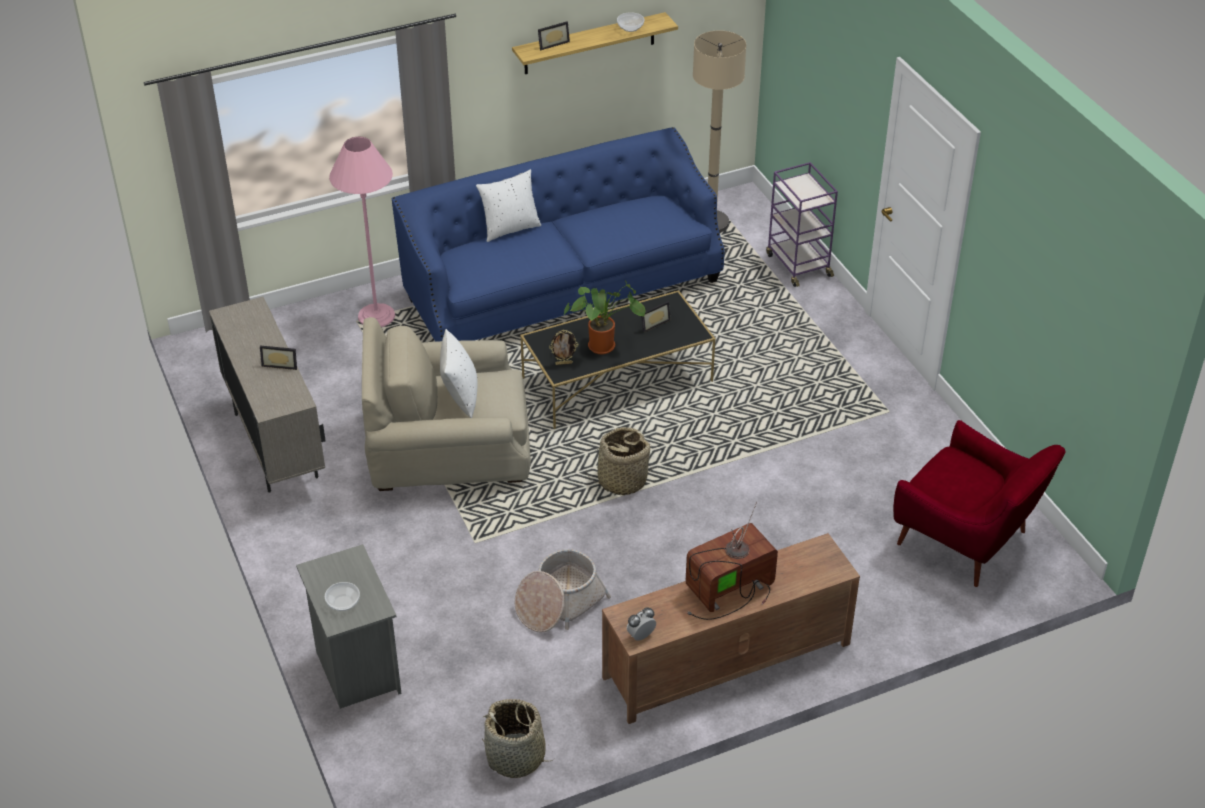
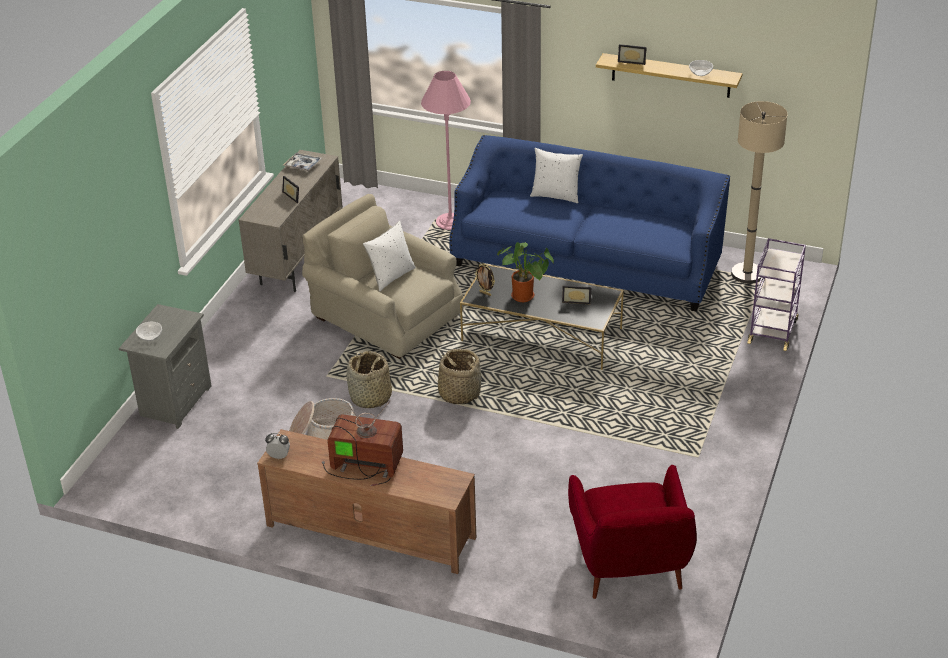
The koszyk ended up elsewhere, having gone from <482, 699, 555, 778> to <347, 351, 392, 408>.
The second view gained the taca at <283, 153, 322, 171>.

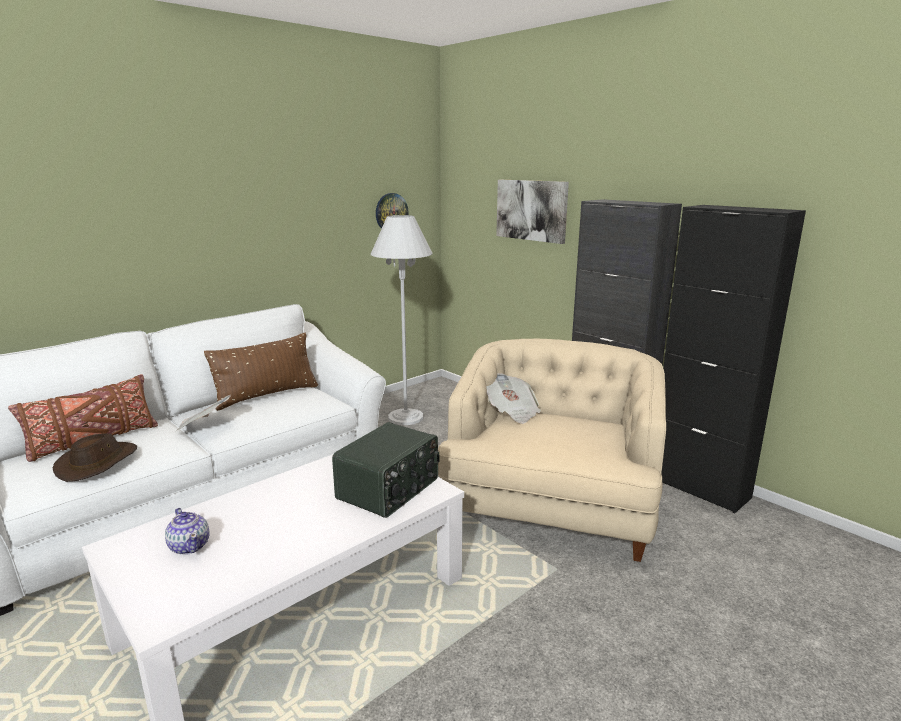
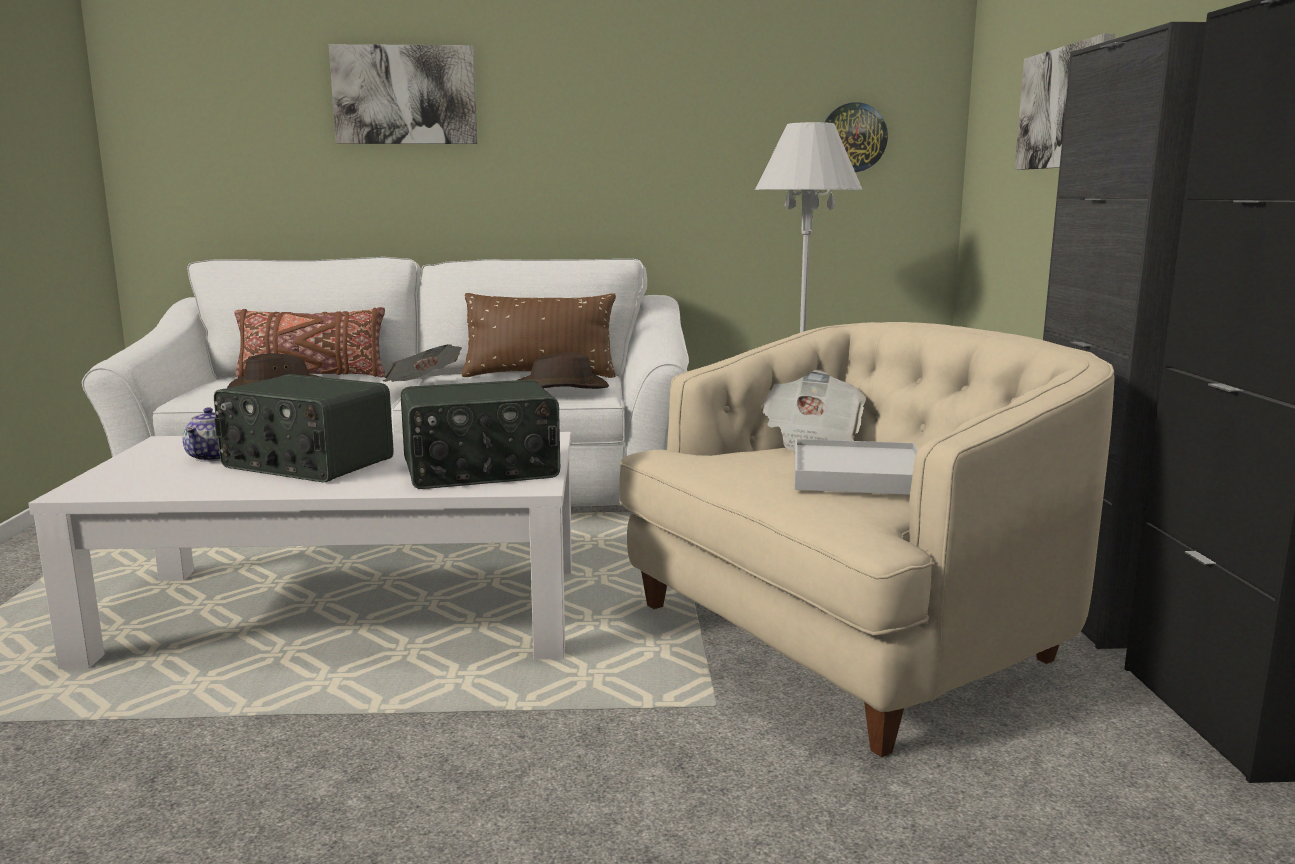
The second view gained the radio at <214, 374, 394, 482>.
The second view gained the obraz at <329, 44, 477, 144>.
The second view gained the kapelusz [brązowy] at <518, 352, 609, 389>.
The second view gained the taca [biały] at <794, 439, 918, 495>.

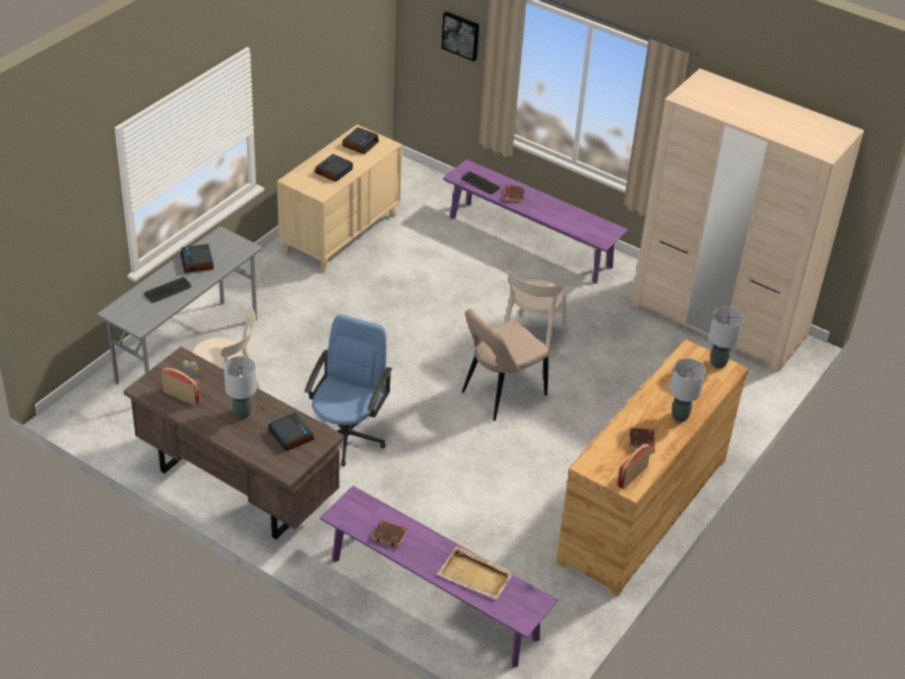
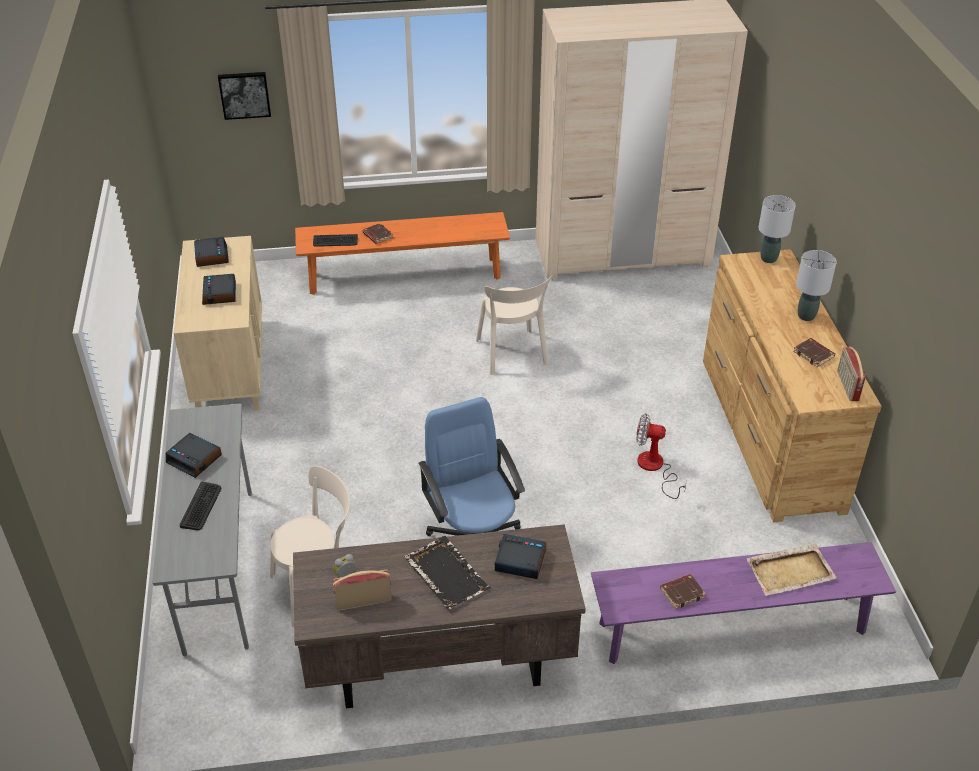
Where the lampa stołowa [szary] stood at <224, 356, 257, 419>, the taca [czarny] came to stand at <404, 536, 491, 610>.
What was the ławka [fioletowy] at <443, 159, 628, 283> turned into the ławka [pomarańczowy] at <295, 212, 510, 295>.
The second view lost the krzesło [beżowy] at <462, 308, 550, 421>.
The second view gained the wentylator at <636, 414, 687, 499>.

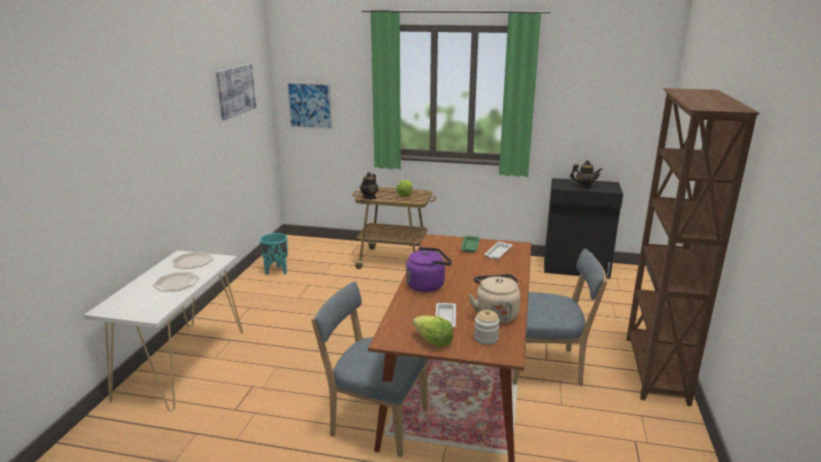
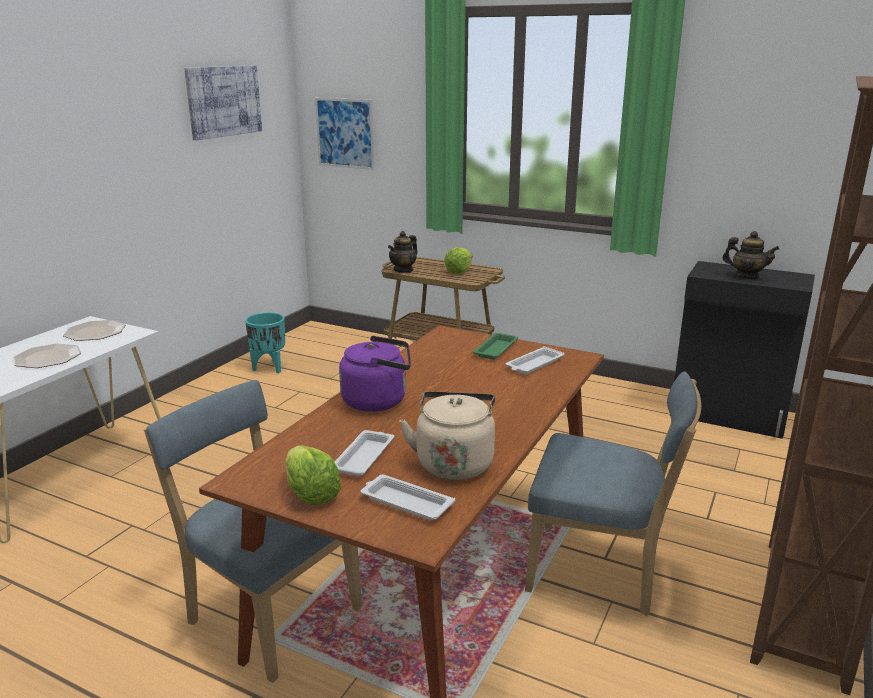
Where the słoik stood at <474, 310, 500, 345>, the taca [biały] came to stand at <360, 475, 455, 520>.

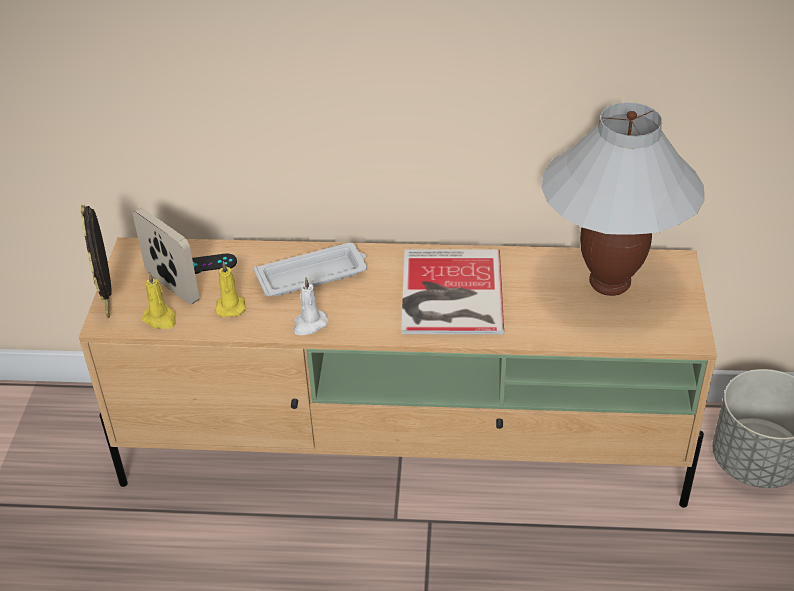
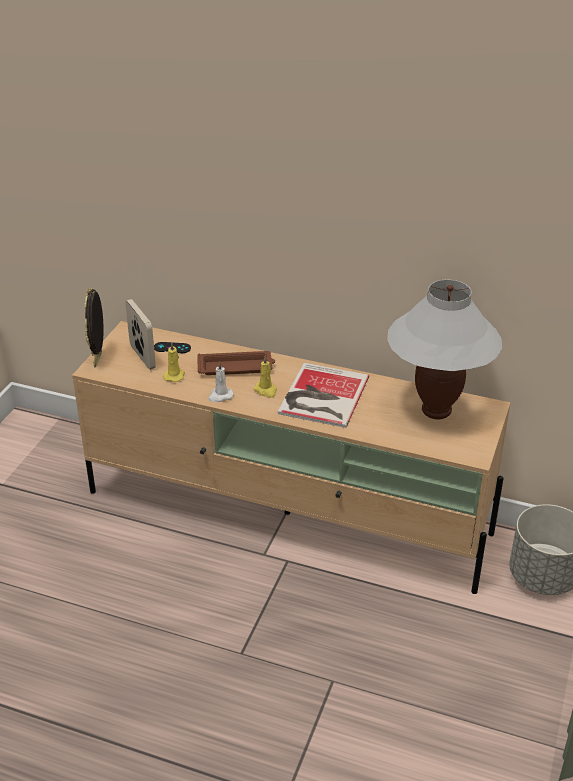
The świeca [żółty] ended up elsewhere, having gone from <142, 272, 176, 329> to <254, 356, 277, 398>.
What was the taca [biały] at <254, 243, 367, 296> turned into the taca [brązowy] at <197, 351, 275, 375>.

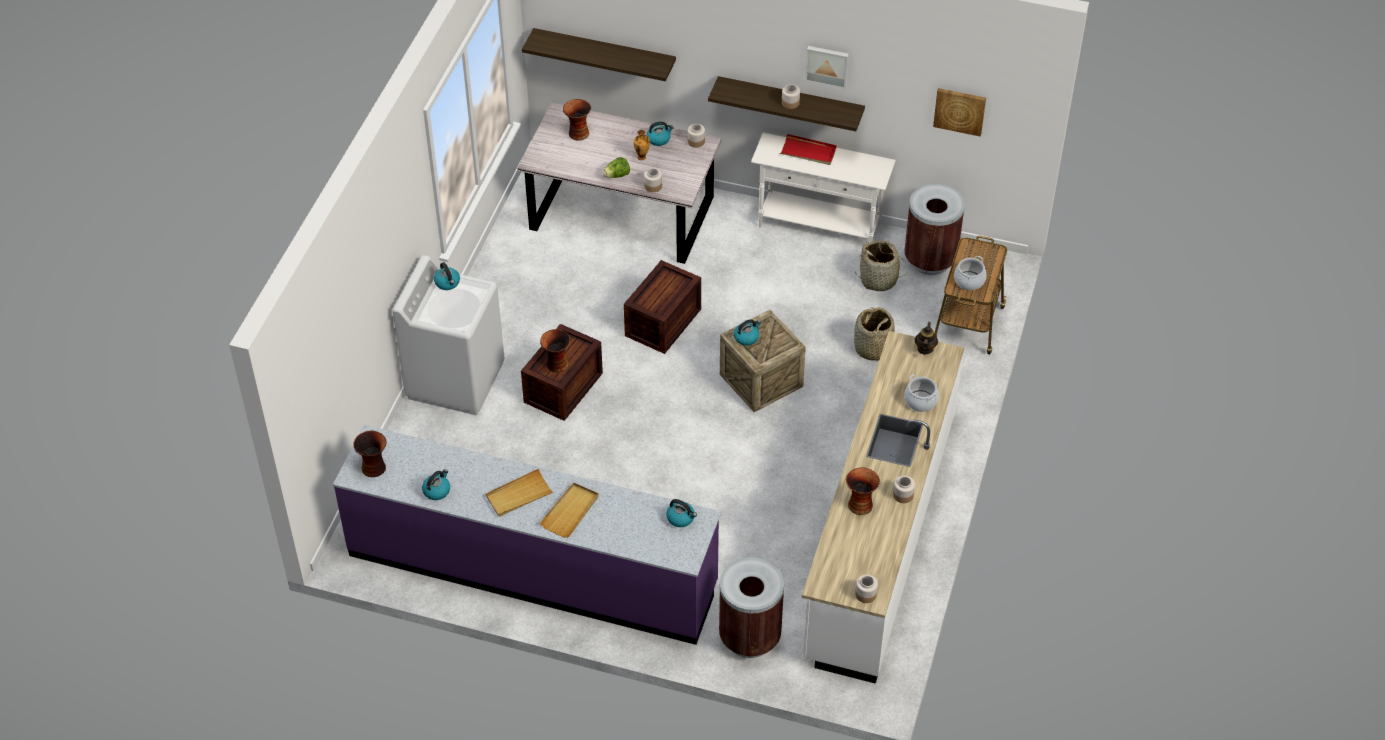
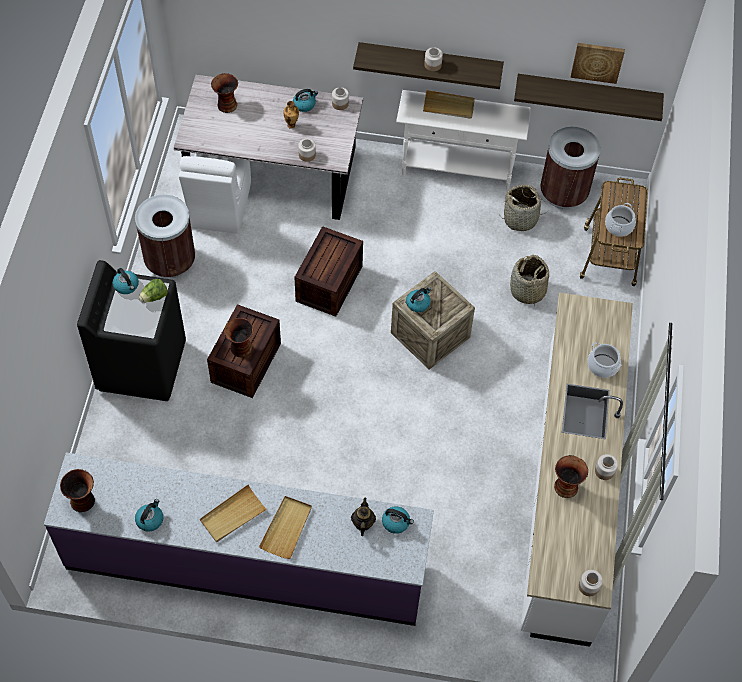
What was the pralka [biały] at <393, 255, 504, 415> turned into the pralka [czarny] at <77, 260, 186, 401>.
The półka ended up elsewhere, having gone from <522, 28, 676, 81> to <514, 74, 664, 121>.
The sałata ended up elsewhere, having gone from <603, 157, 630, 178> to <139, 279, 168, 303>.
The kosz na śmieci [brązowy] ended up elsewhere, having gone from <719, 557, 784, 658> to <135, 195, 195, 279>.
What was the taca [czerwony] at <780, 134, 837, 165> turned into the taca [beżowy] at <423, 90, 475, 119>.
The second view lost the obraz at <805, 46, 849, 89>.
The imbryk ended up elsewhere, having gone from <914, 322, 938, 355> to <351, 498, 376, 536>.
The second view gained the krzesło [biały] at <179, 153, 251, 234>.

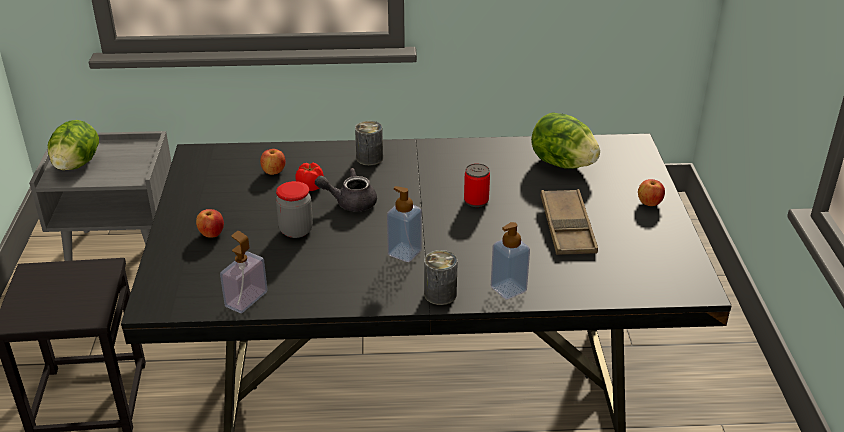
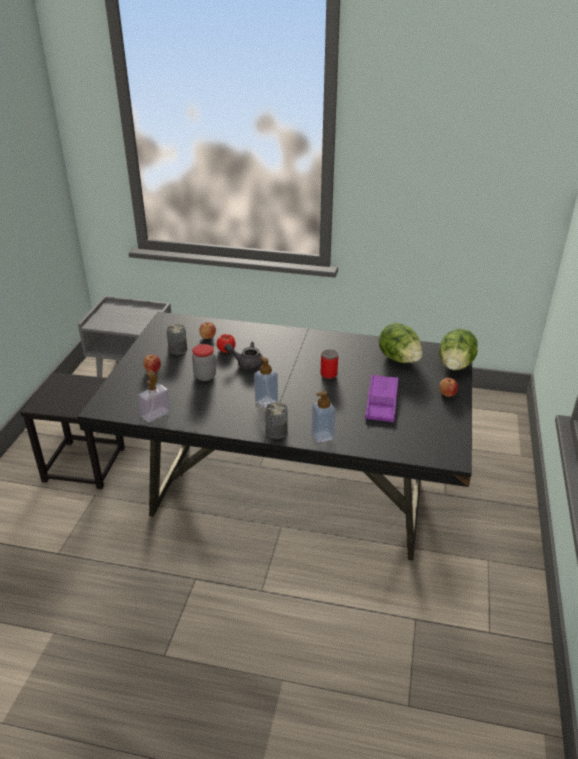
The sałata ended up elsewhere, having gone from <48, 120, 99, 170> to <439, 329, 478, 370>.
The puszka ended up elsewhere, having gone from <355, 121, 383, 166> to <166, 324, 187, 355>.
What was the taca [brązowy] at <541, 189, 598, 255> turned into the taca [fioletowy] at <365, 374, 399, 422>.

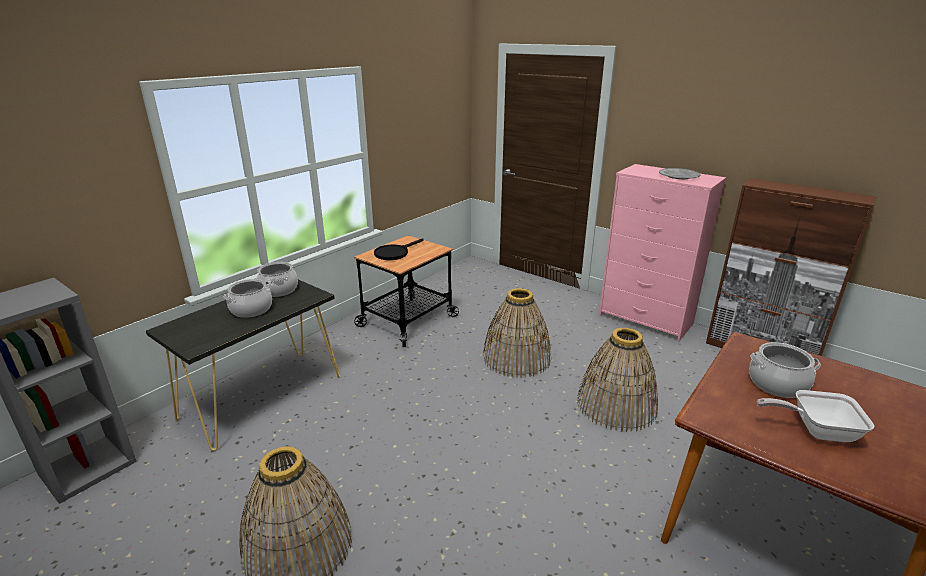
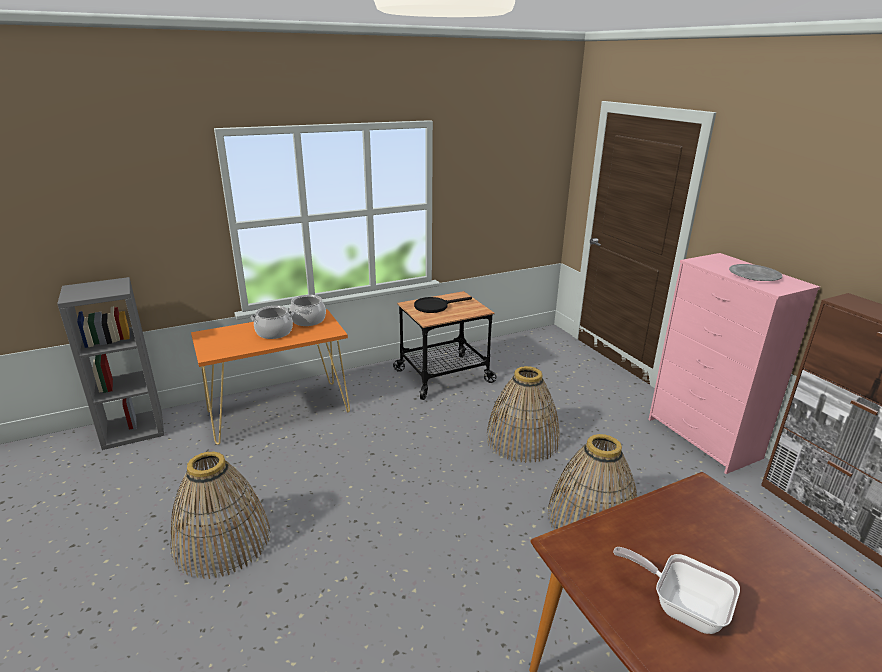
What was the stolik konsolowy [czarny] at <146, 280, 340, 451> turned into the stolik konsolowy [pomarańczowy] at <191, 309, 350, 445>.
The second view lost the garnek at <749, 342, 821, 398>.

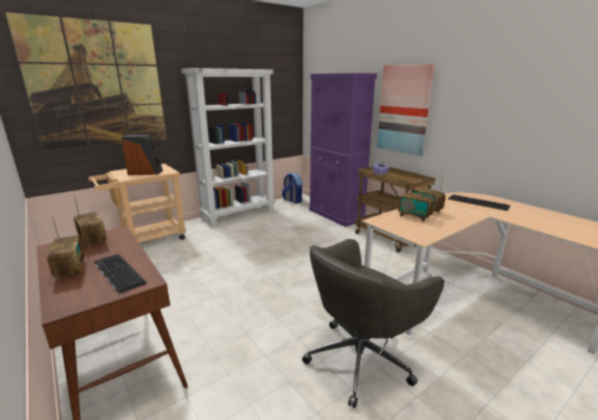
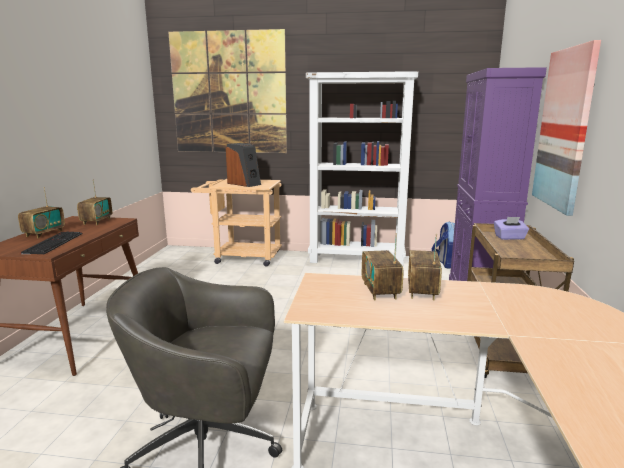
The second view lost the klawiatura at <448, 195, 511, 211>.

